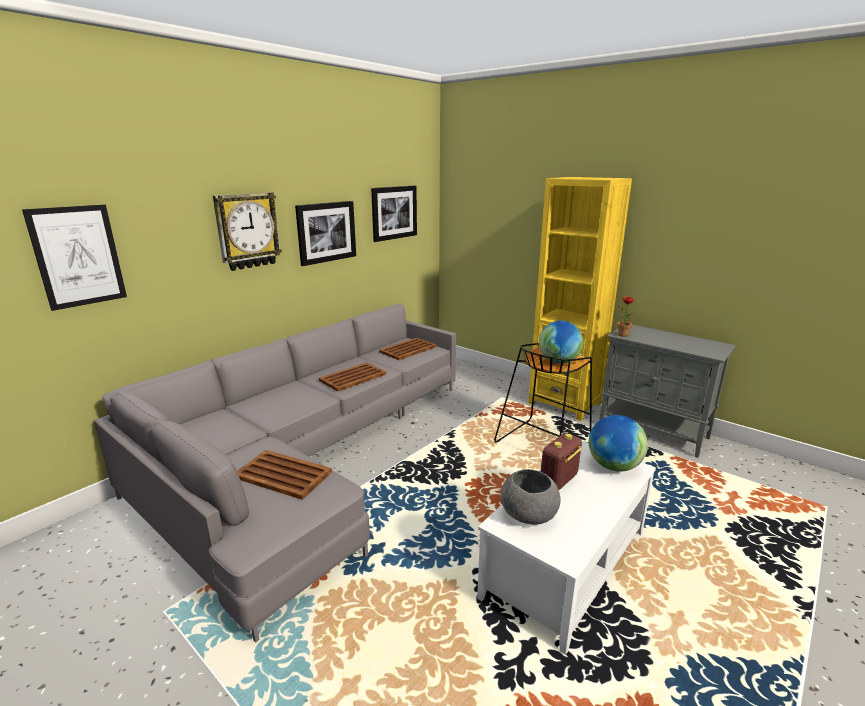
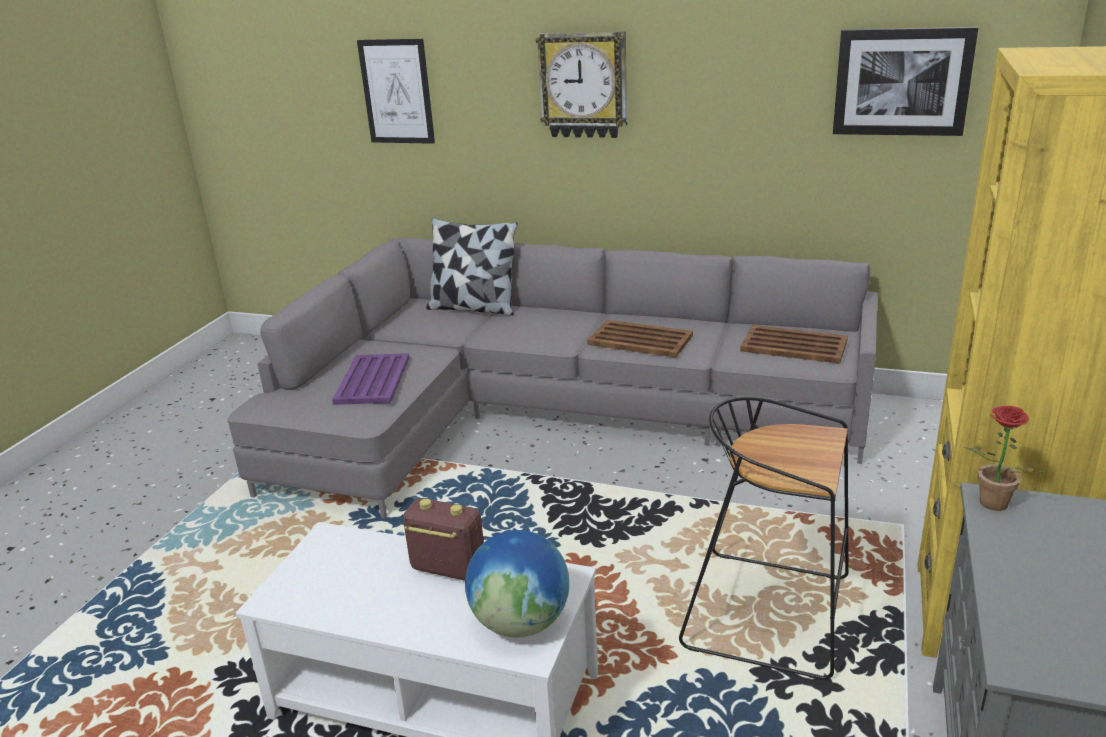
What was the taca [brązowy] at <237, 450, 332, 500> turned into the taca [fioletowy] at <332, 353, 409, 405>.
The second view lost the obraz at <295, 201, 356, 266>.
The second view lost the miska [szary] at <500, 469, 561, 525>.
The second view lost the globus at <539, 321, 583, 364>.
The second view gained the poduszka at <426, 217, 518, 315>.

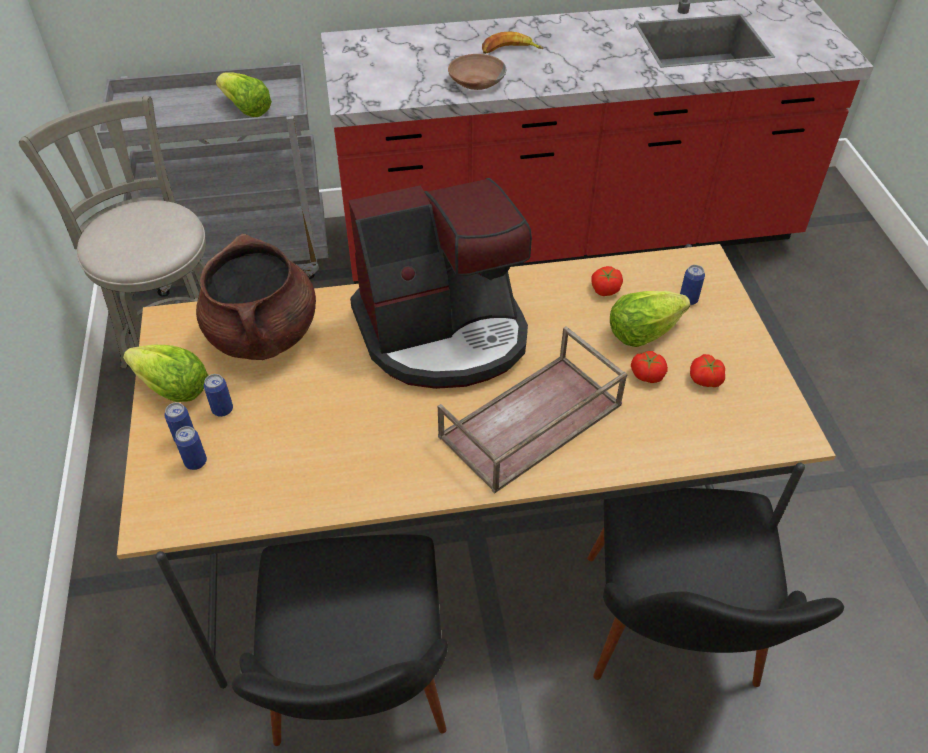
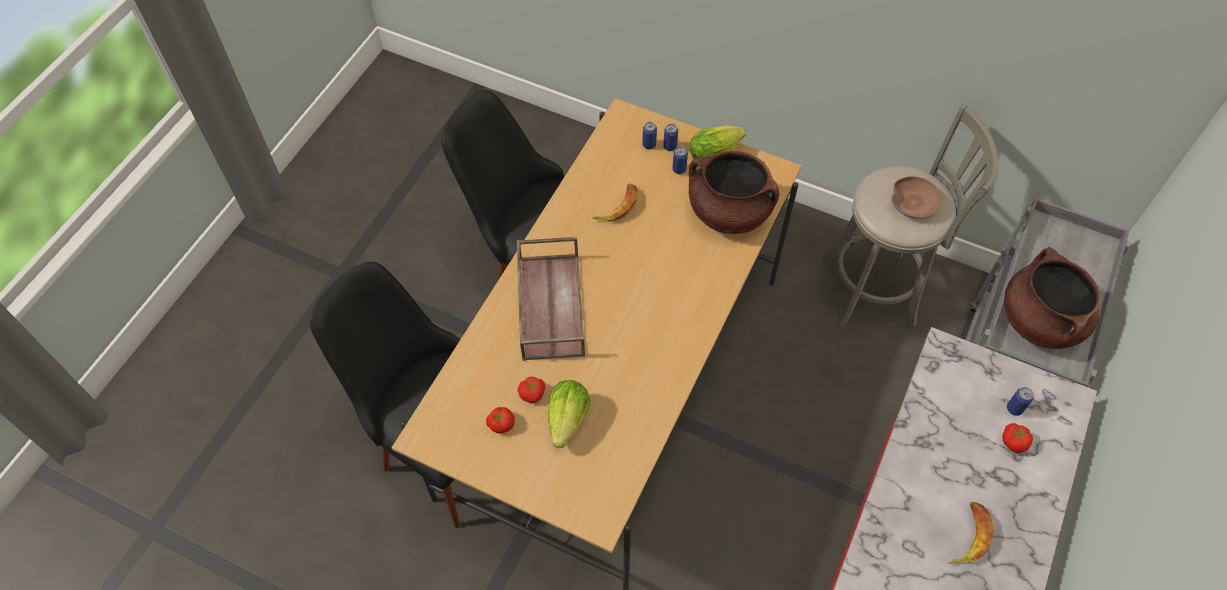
Where the sałata stood at <216, 72, 272, 117>, the garnek [brązowy] came to stand at <1004, 247, 1101, 349>.
The second view lost the ekspres do kawy at <348, 178, 532, 389>.
The miska [brązowy] ended up elsewhere, having gone from <448, 54, 506, 90> to <891, 176, 942, 219>.
The pomidor ended up elsewhere, having gone from <591, 266, 623, 296> to <1002, 423, 1033, 453>.
The puszka ended up elsewhere, having gone from <680, 265, 705, 305> to <1007, 387, 1034, 416>.
The second view gained the banan at <592, 183, 638, 222>.

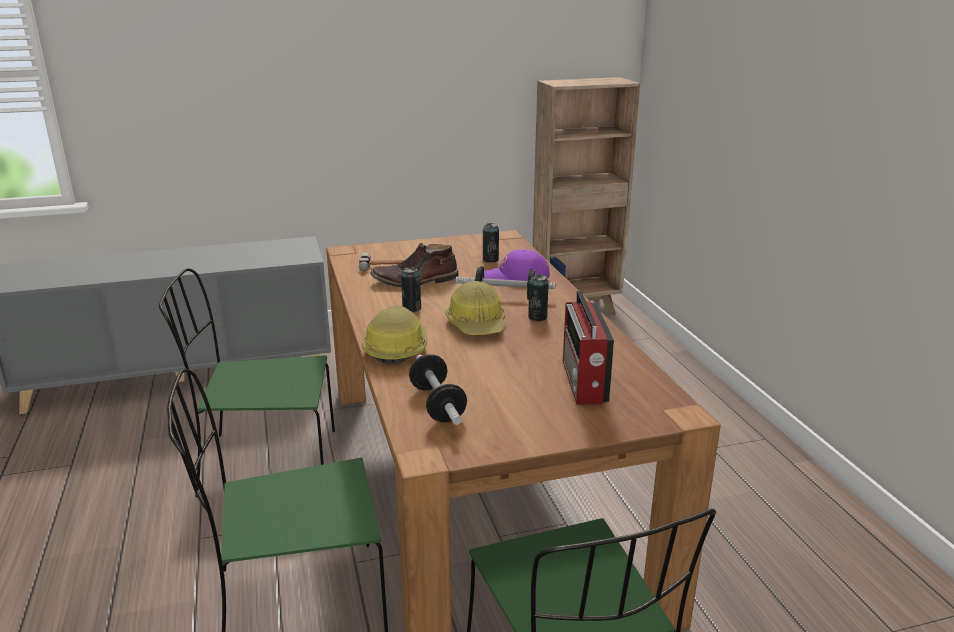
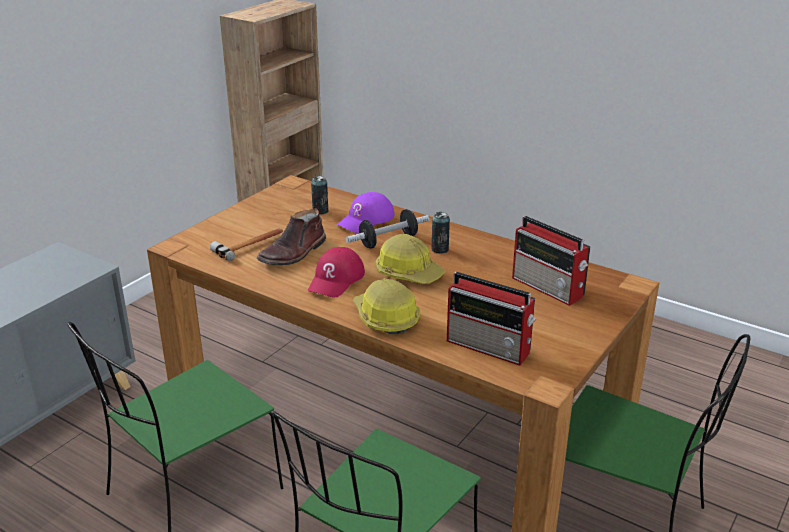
Where the puszka stood at <401, 267, 421, 312>, the czapka z daszkiem [czerwony] came to stand at <308, 247, 365, 297>.
Where the hantel stood at <409, 354, 467, 425>, the radio came to stand at <447, 272, 536, 366>.

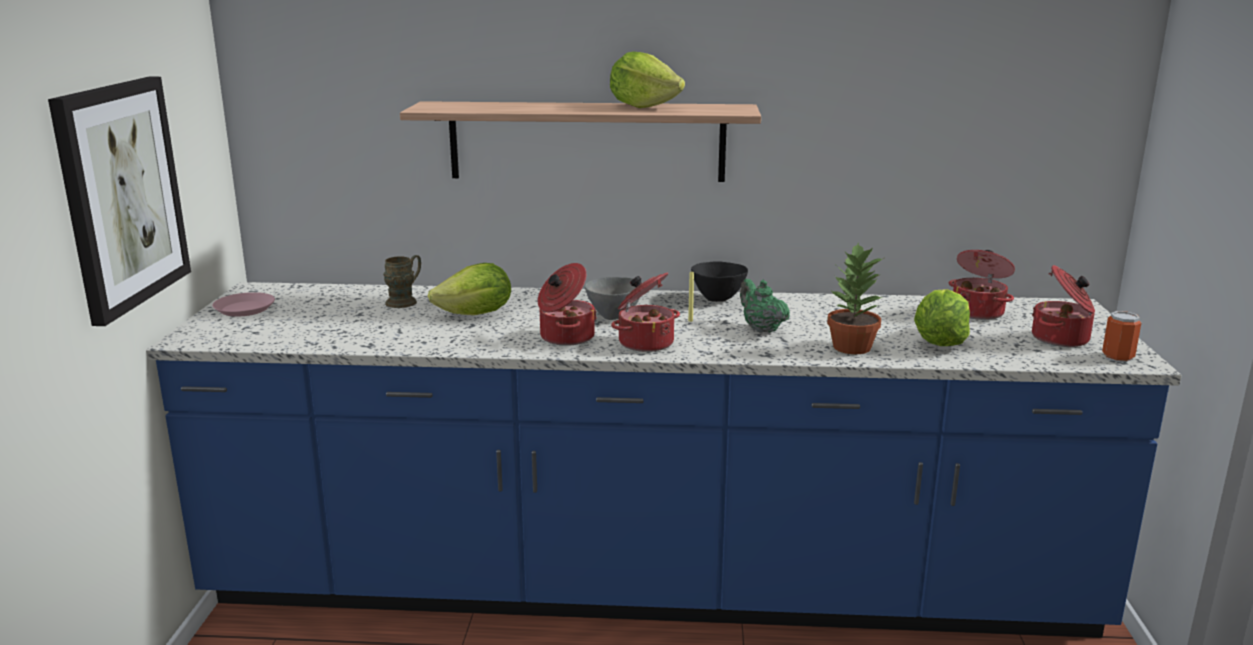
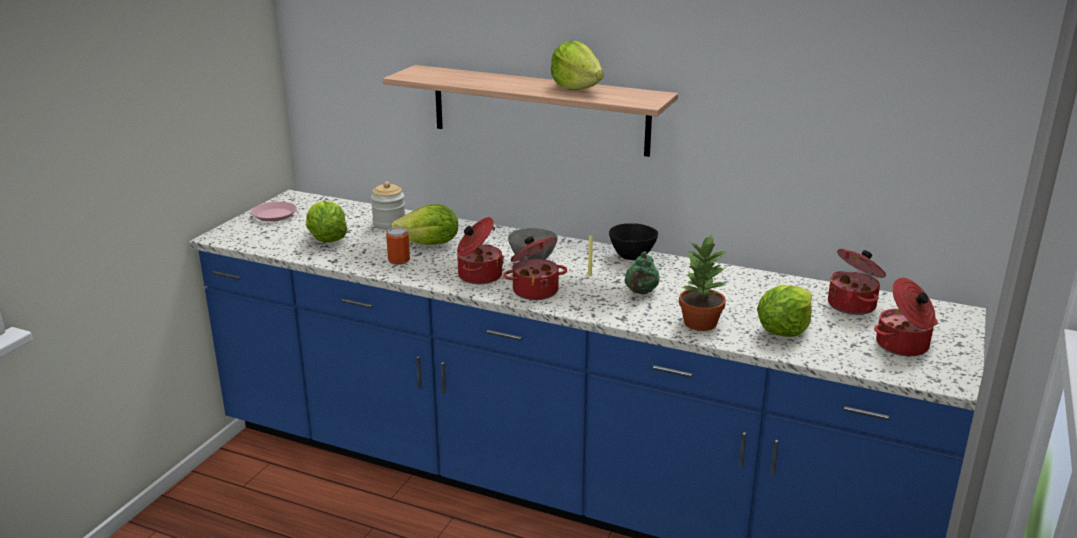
The second view lost the obraz at <48, 77, 191, 326>.
Where the kubek [brązowy] stood at <383, 255, 421, 308>, the słoik came to stand at <371, 182, 405, 230>.
The imbryk [zielony] at <740, 279, 790, 332> ended up facing another way, 150 degrees counterclockwise from before.
The puszka ended up elsewhere, having gone from <1102, 311, 1141, 362> to <386, 227, 410, 265>.
The second view gained the sałata at <306, 201, 348, 243>.

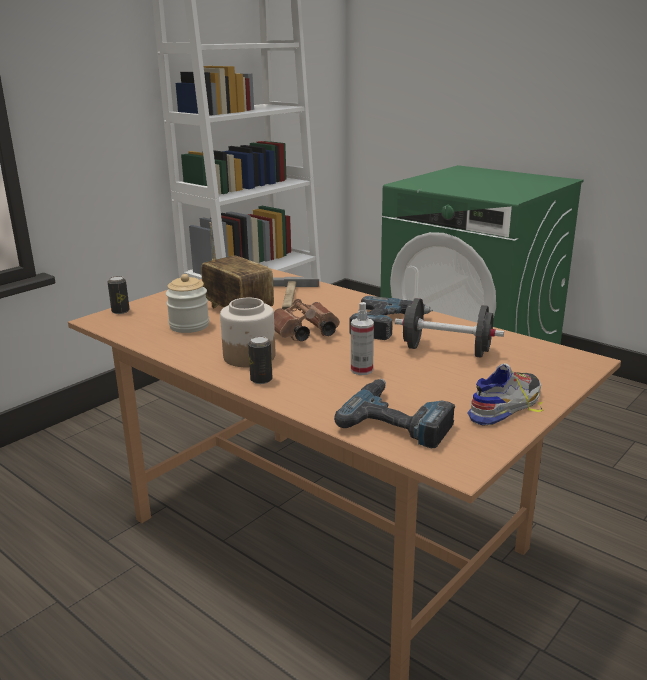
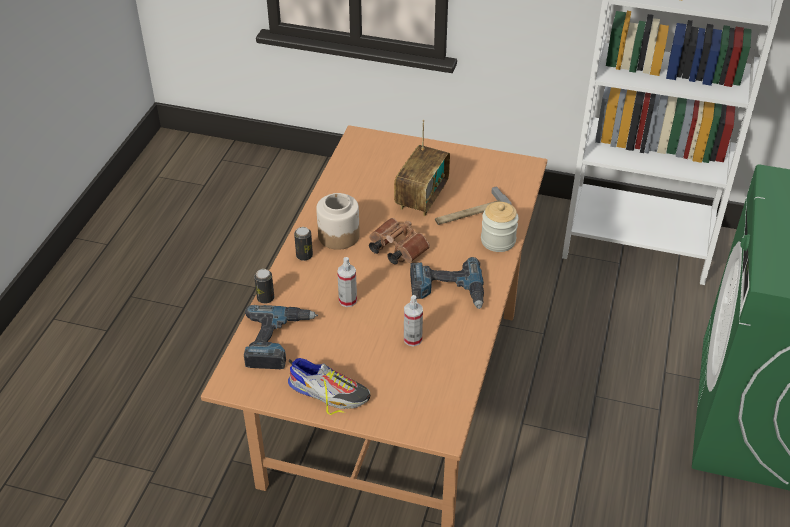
The puszka ended up elsewhere, having gone from <108, 276, 130, 314> to <254, 269, 274, 304>.
The słoik ended up elsewhere, having gone from <166, 274, 209, 333> to <481, 202, 519, 252>.
Where the hantel [czarny] stood at <395, 298, 504, 358>, the spryskiwacz came to stand at <404, 295, 423, 347>.

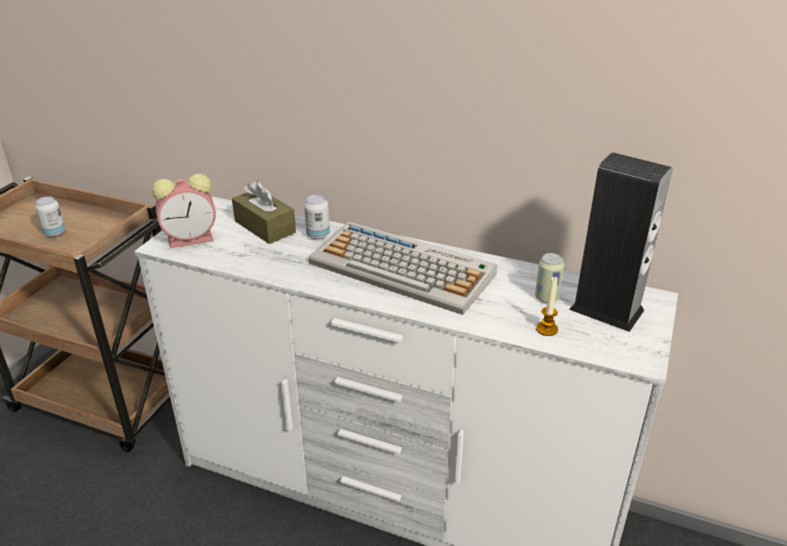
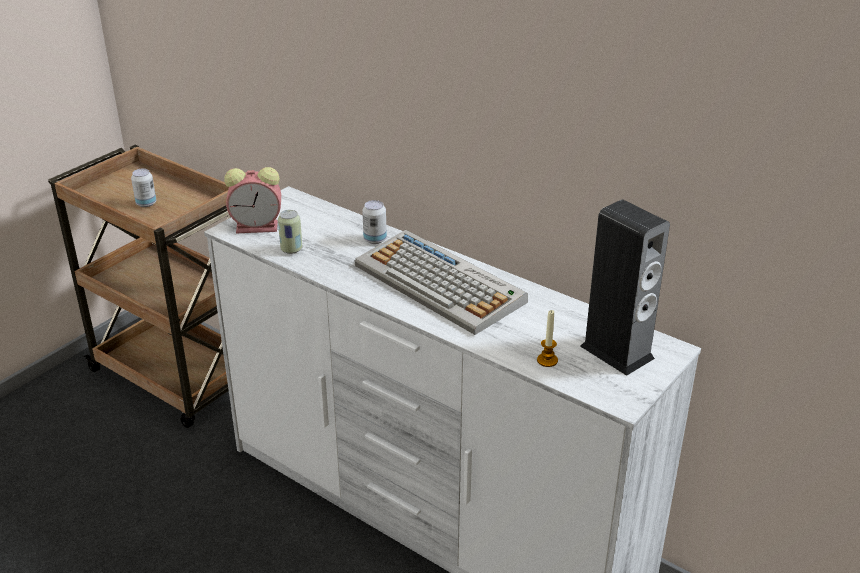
The second view lost the pudełko chusteczek [brązowy] at <232, 180, 296, 244>.
The puszka ended up elsewhere, having gone from <535, 253, 565, 303> to <278, 210, 302, 254>.

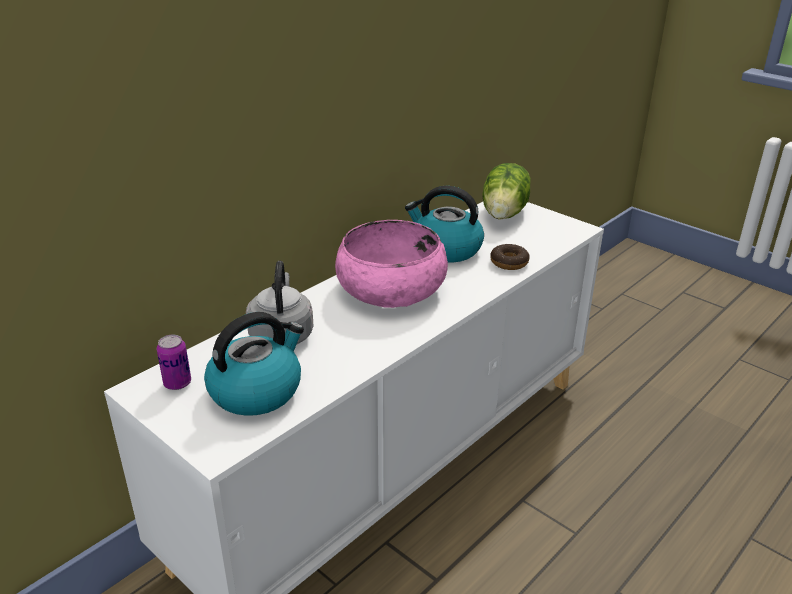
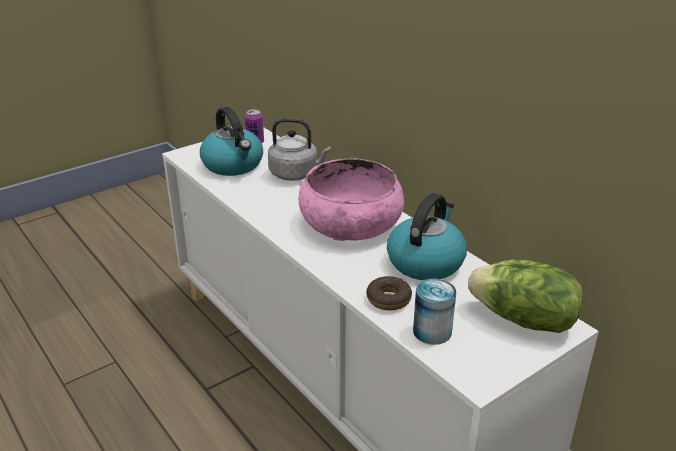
The second view gained the puszka at <413, 279, 456, 345>.

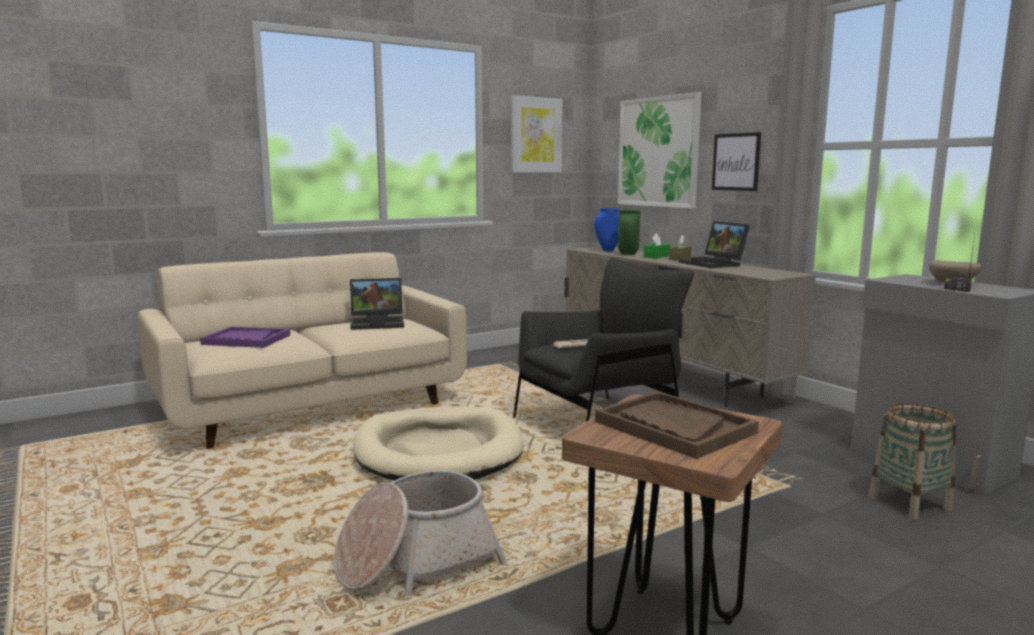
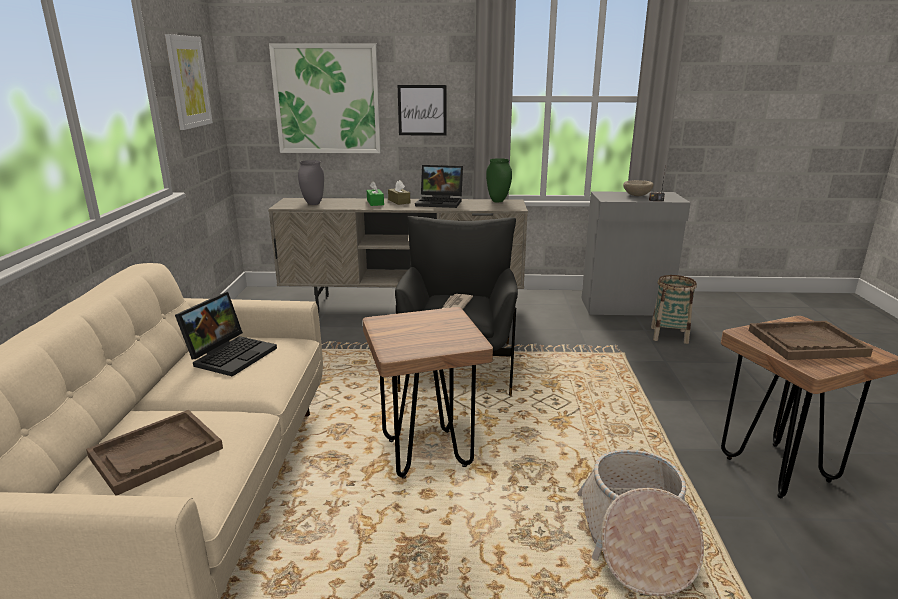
What was the taca [fioletowy] at <200, 327, 290, 348> turned into the taca [brązowy] at <86, 410, 223, 495>.
Where the legowisko [beżowy] stood at <353, 407, 524, 480>, the stołek [brązowy] came to stand at <363, 307, 493, 479>.
What was the wazon [niebieski] at <594, 208, 619, 252> turned into the wazon [szary] at <298, 160, 324, 205>.
The wazon [zielony] ended up elsewhere, having gone from <618, 210, 640, 255> to <486, 158, 512, 202>.

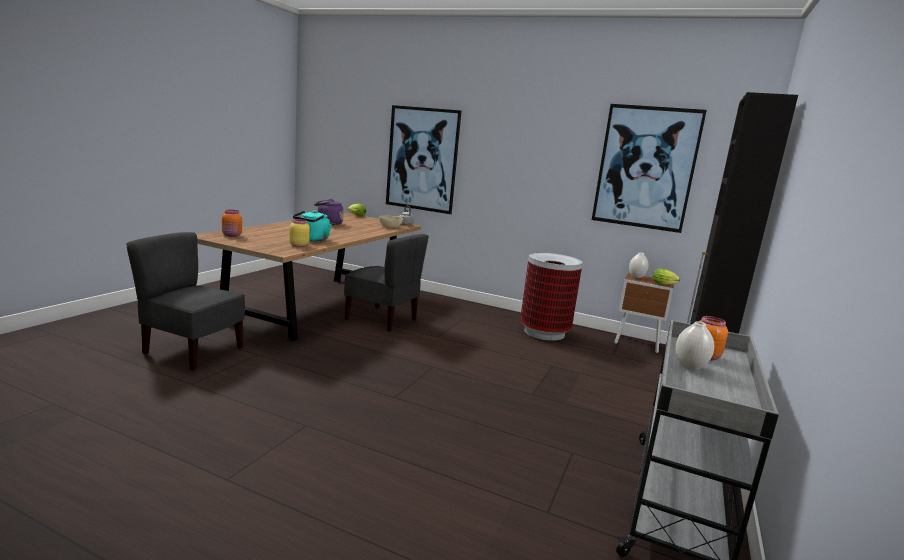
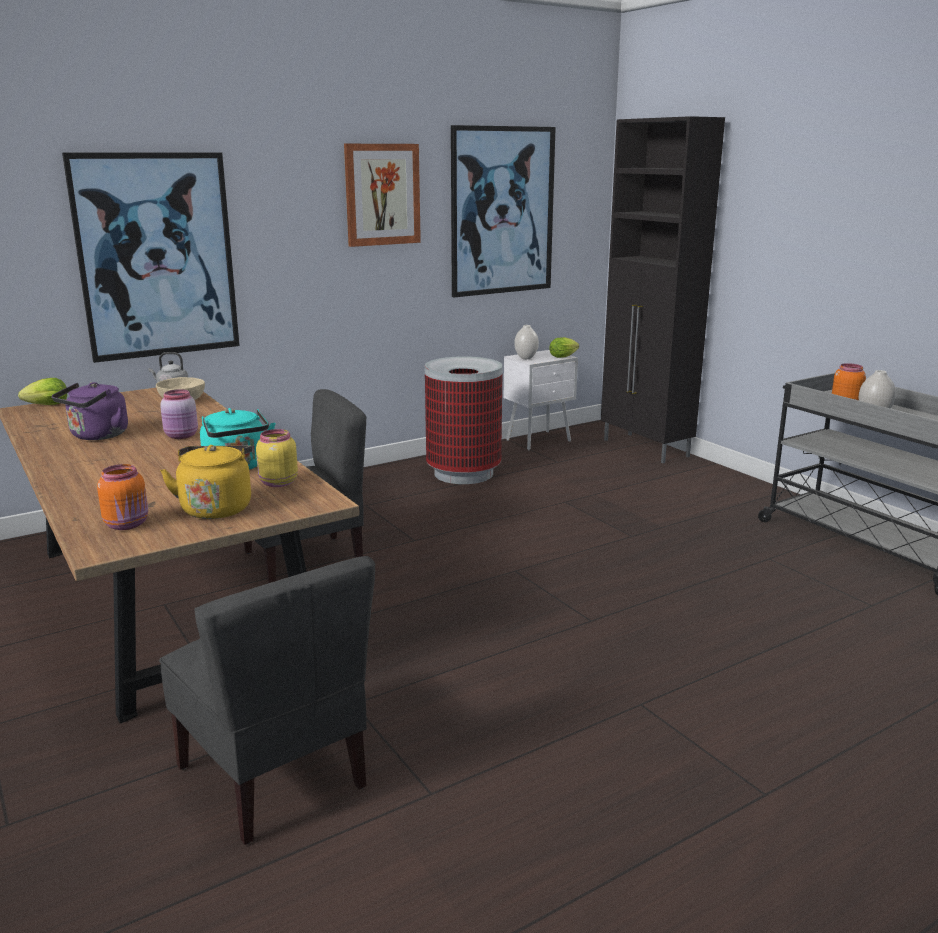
The krzesło [szary] at <126, 232, 245, 371> ended up facing another way, 90 degrees counterclockwise from before.
What was the szafka nocna [brązowy] at <614, 273, 674, 353> turned into the szafka nocna [biały] at <503, 350, 578, 450>.
The second view gained the słoik [różowy] at <160, 389, 198, 439>.
The second view gained the czajnik [żółty] at <160, 445, 252, 519>.
The second view gained the obraz at <344, 144, 421, 247>.

